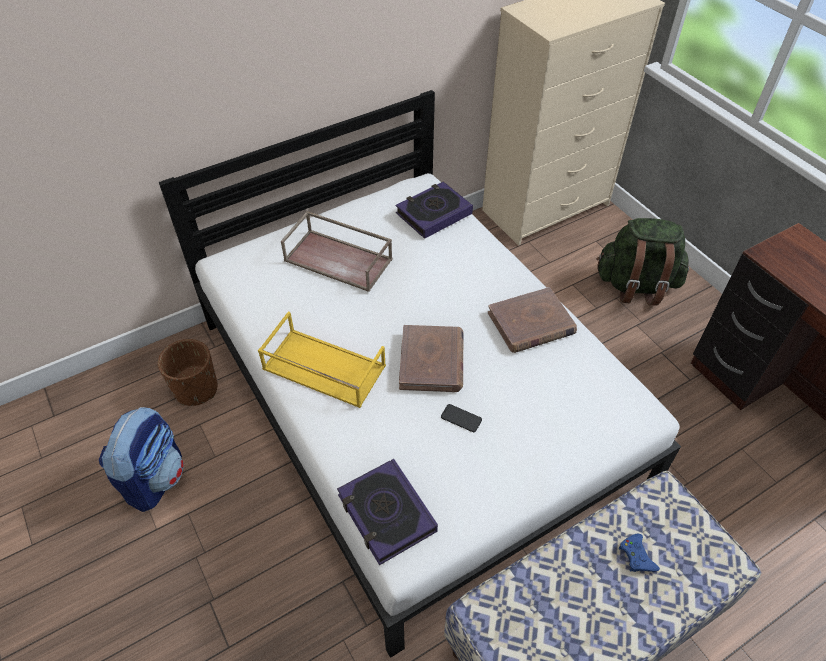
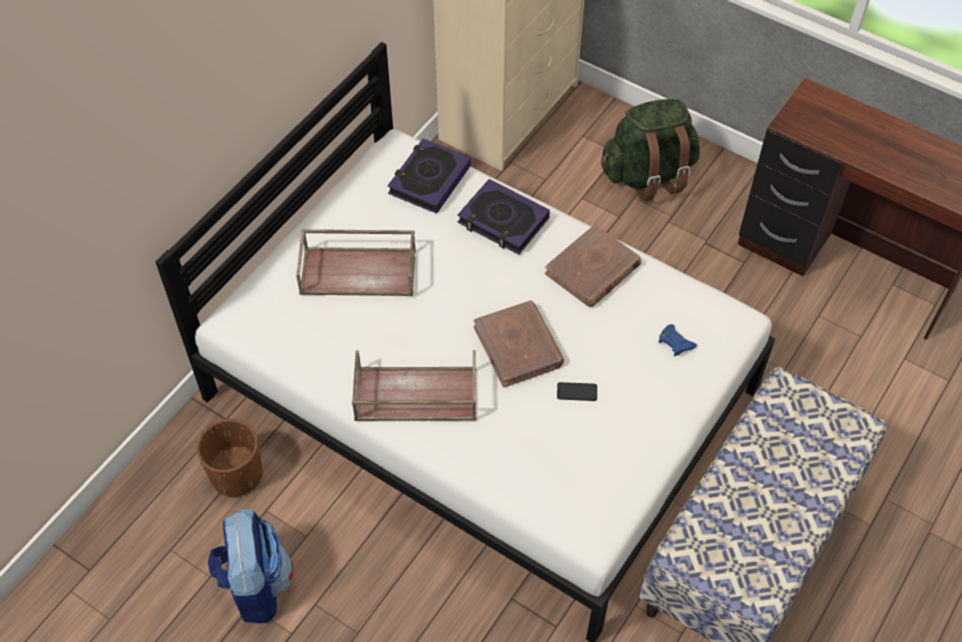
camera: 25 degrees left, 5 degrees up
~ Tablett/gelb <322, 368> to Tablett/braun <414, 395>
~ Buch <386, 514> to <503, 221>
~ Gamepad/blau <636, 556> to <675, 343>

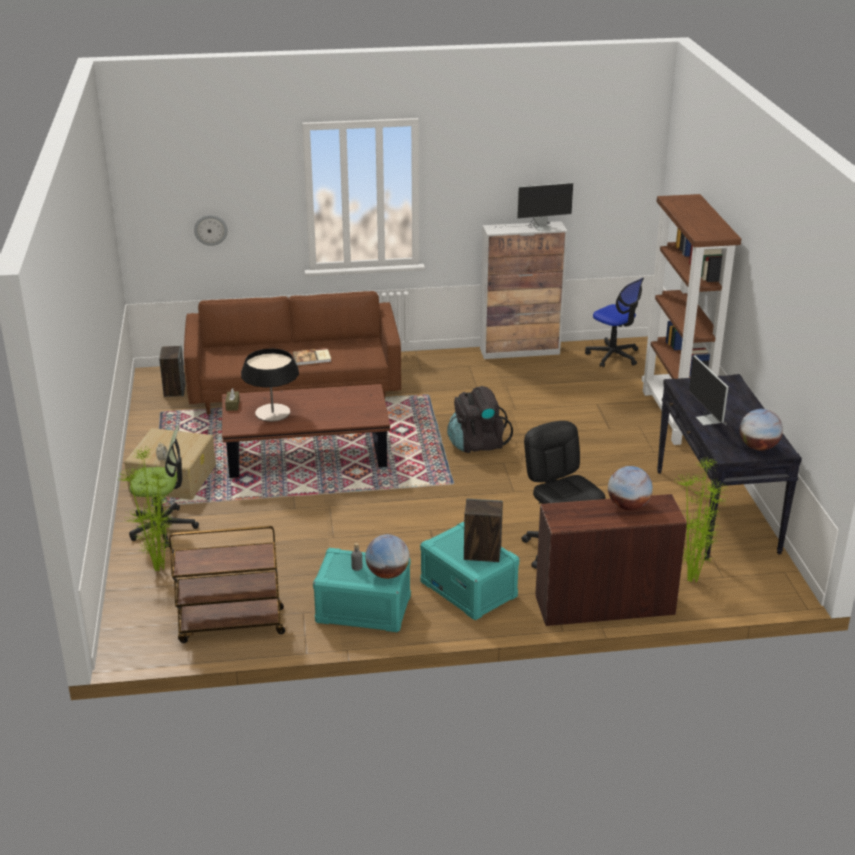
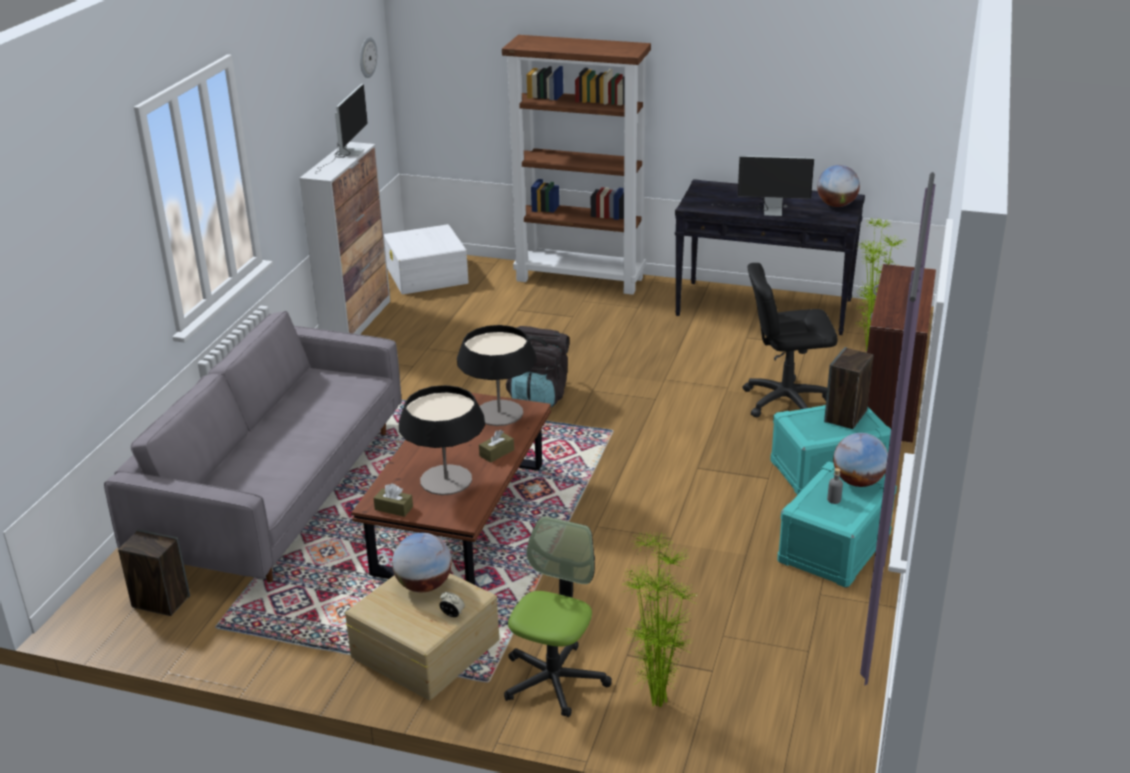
camera: 65 degrees left, 0 degrees up
~ Sofa/braun <294, 389> to Sofa/grau <276, 493>
~ Wanduhr <210, 229> to <367, 57>
~ Bürostuhl <613, 356> to Aufbewahrungsbox/weiß <427, 275>
~ Globus <628, 506> to <424, 585>
+ Tischlampe <499, 413>
+ Taschentuchbox/braun <496, 453>
- Rollwagen/braun <230, 626>
- Buch <312, 358>

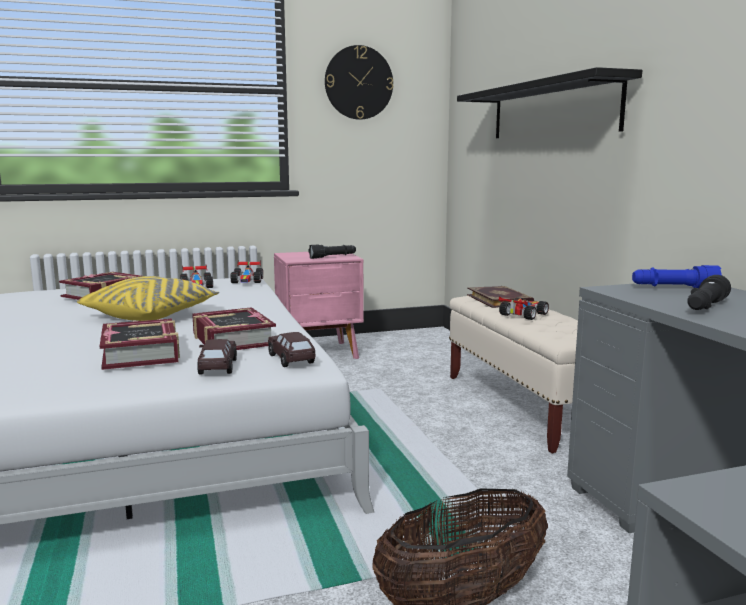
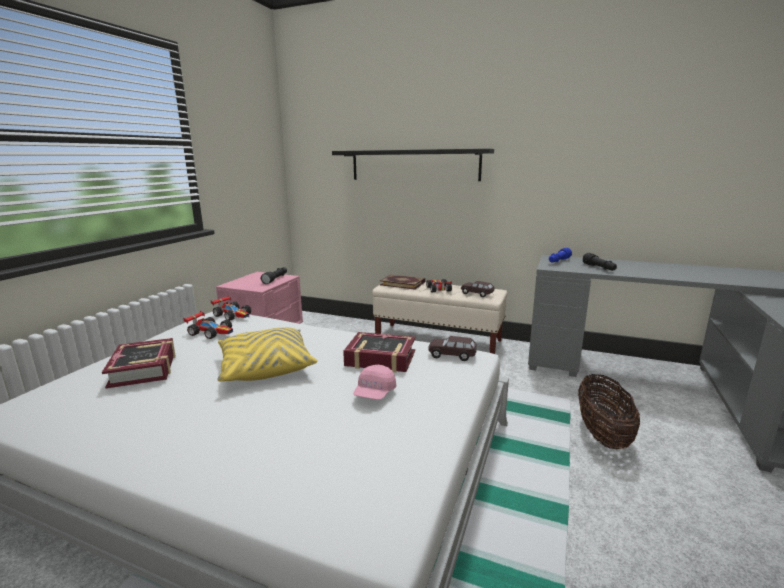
camera: 50 degrees left, 5 degrees up
~ Buch <141, 353> to Kappe/rosa <374, 393>
~ Spielzeugauto/braun <218, 367> to <477, 294>
- Wanduhr <358, 83>

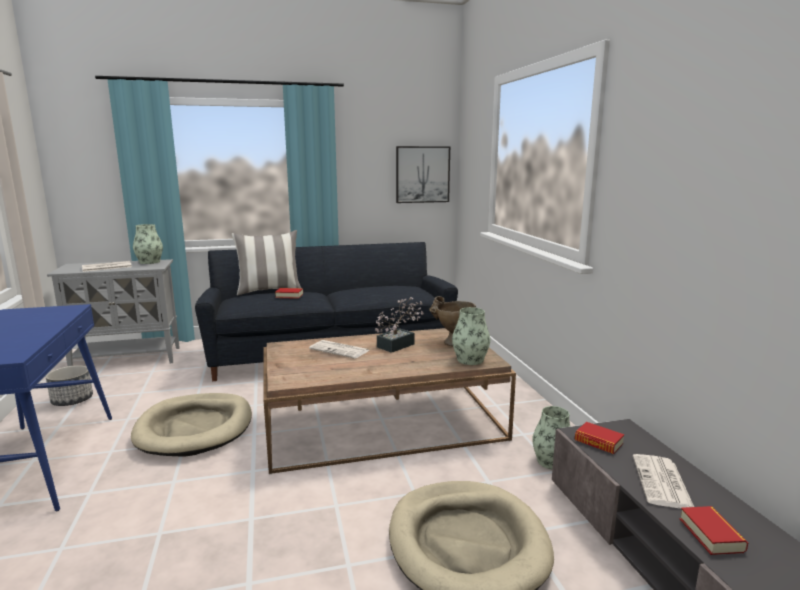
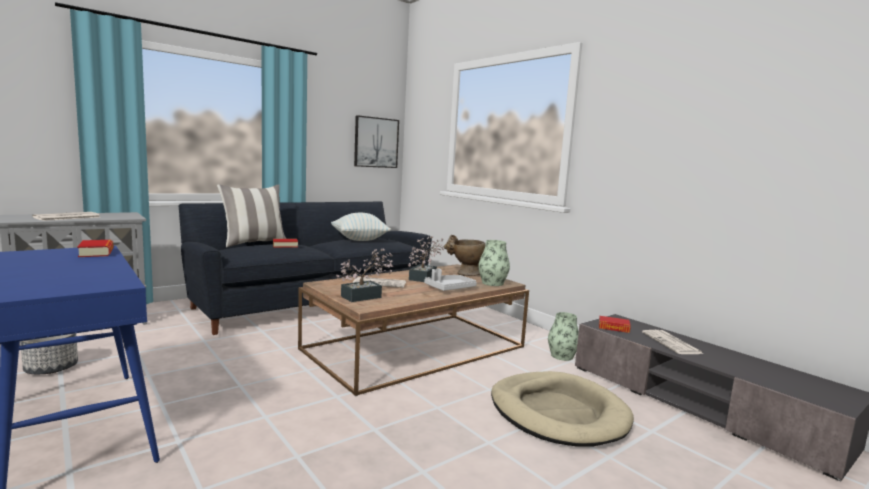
camera: 25 degrees left, 5 degrees down
~ Buch <711, 535> to <96, 253>
+ Kissen <359, 239>
+ Topfpflanze <365, 296>
+ Tablett/grau <449, 288>
- Hundebett/beige <195, 428>
- Vase <149, 262>

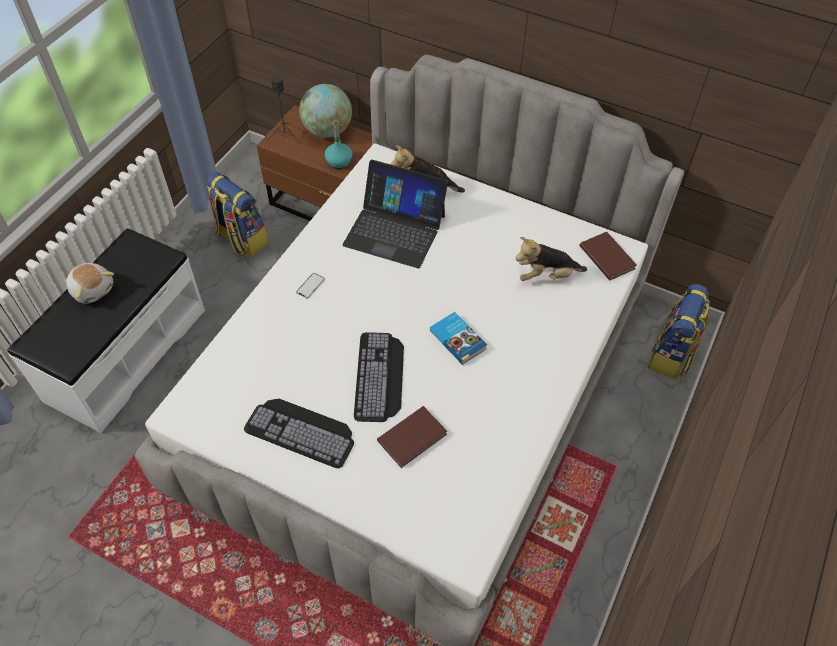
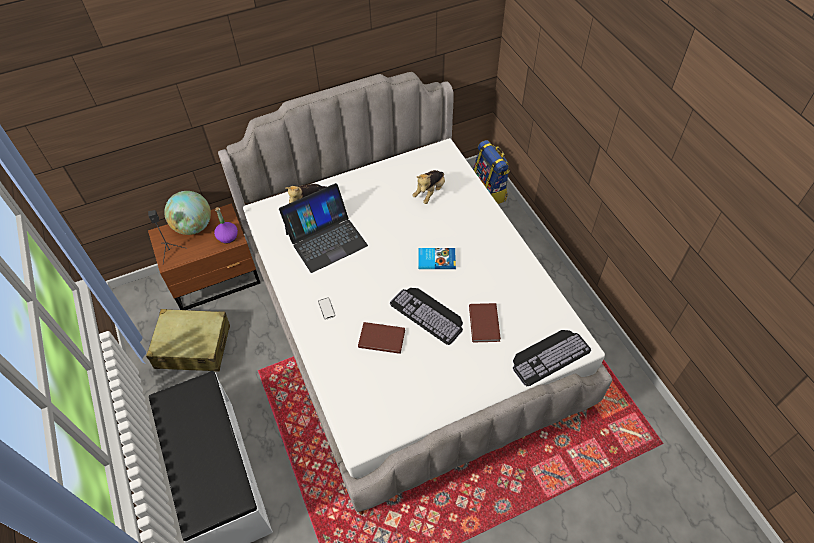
camera: 50 degrees left, 0 degrees up
~ Rucksack <241, 239> to Koffer/beige <193, 347>
~ Flasche/türkis <339, 162> to Flasche/lila <227, 237>
~ Buch/braun <607, 256> to <381, 338>
~ Tastatur <303, 430> to <549, 355>
- Plüschtier <93, 289>

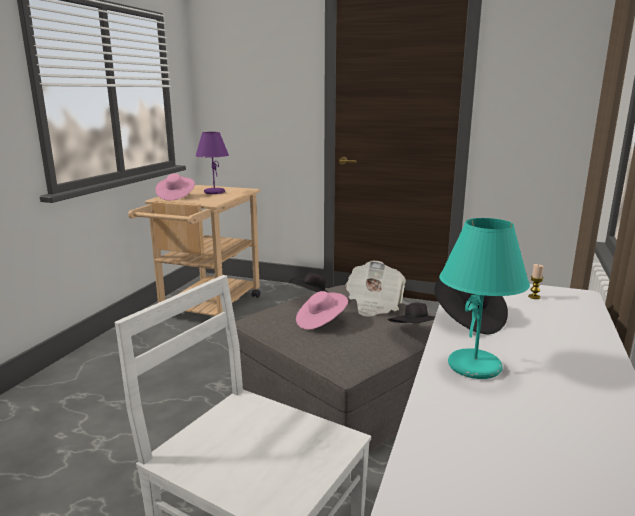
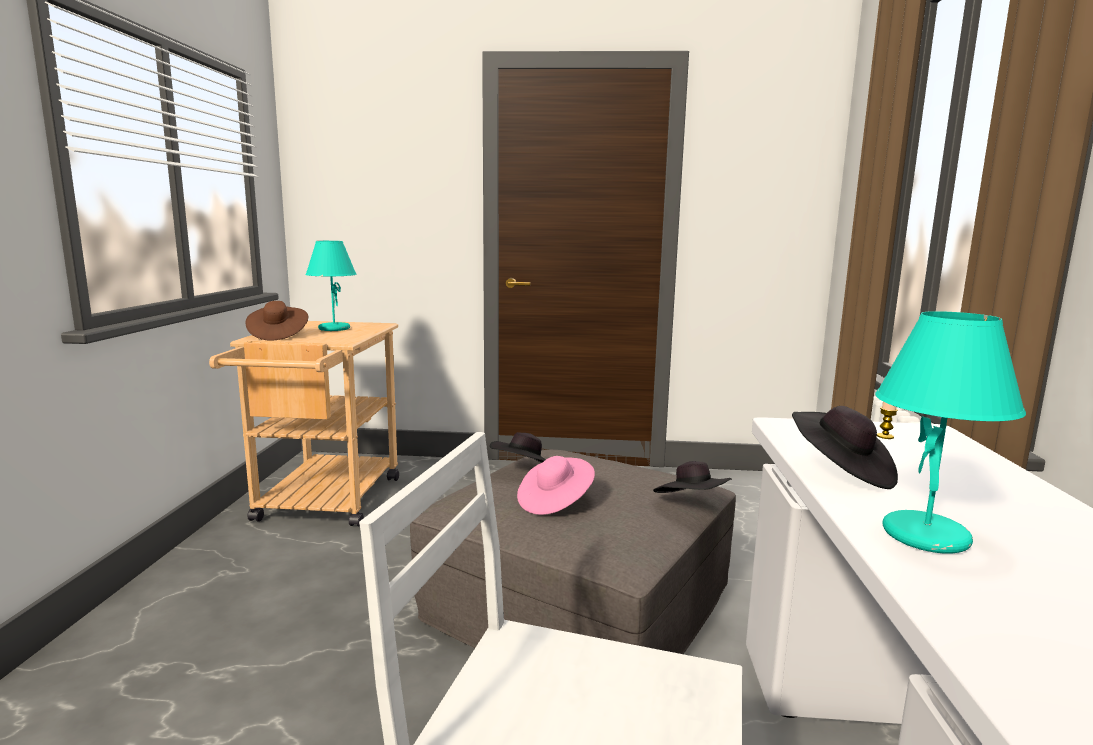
camera: 15 degrees left, 5 degrees down
~ Hut/rosa <175, 197> to Hut/braun <278, 335>
~ Tischlampe/lila <214, 192> to Tischlampe/türkis <333, 329>
- Zeitung <374, 304>

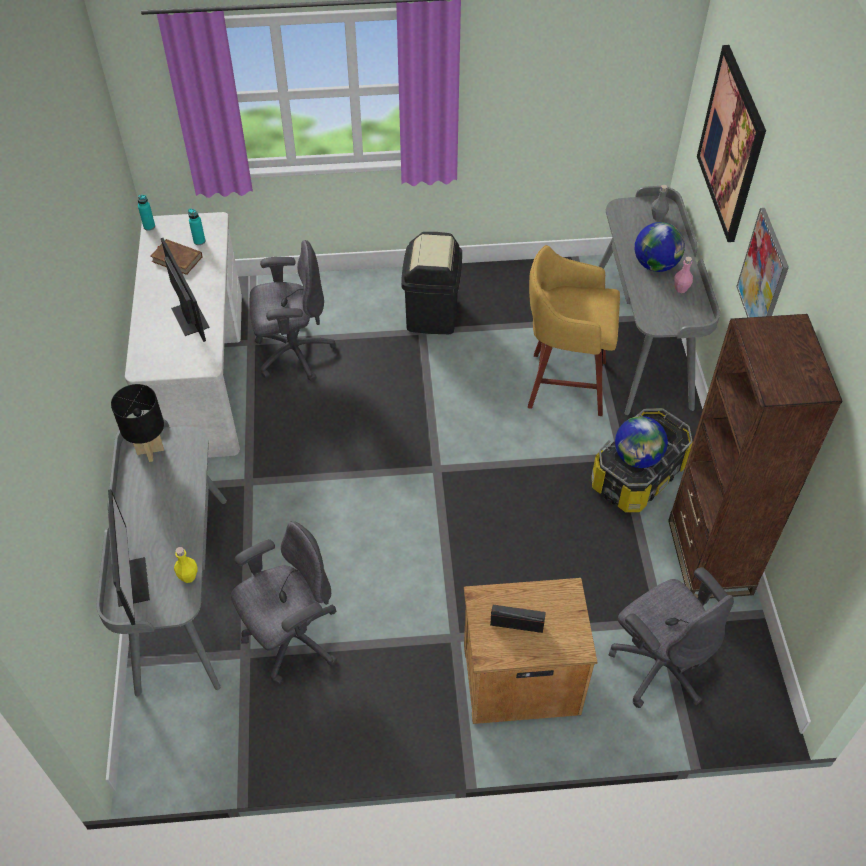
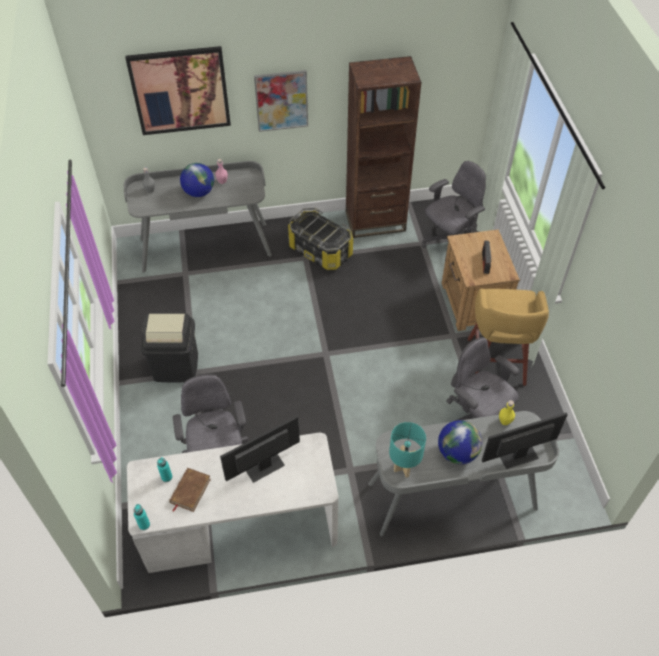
camera: 95 degrees left, 0 degrees up
~ Tischlampe/schwarz <149, 451> to Tischlampe/türkis <404, 468>
~ Globus <637, 457> to <457, 452>
~ Hocker/gelb <563, 383> to <496, 363>

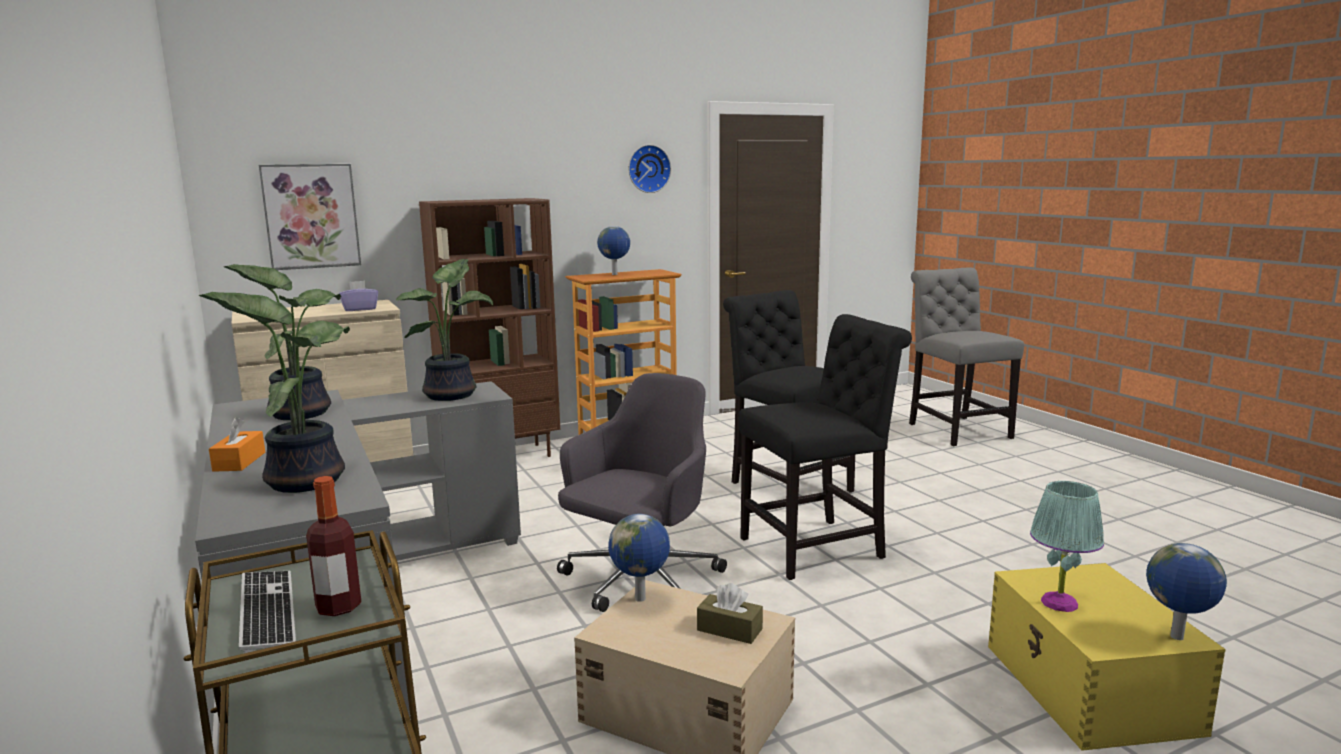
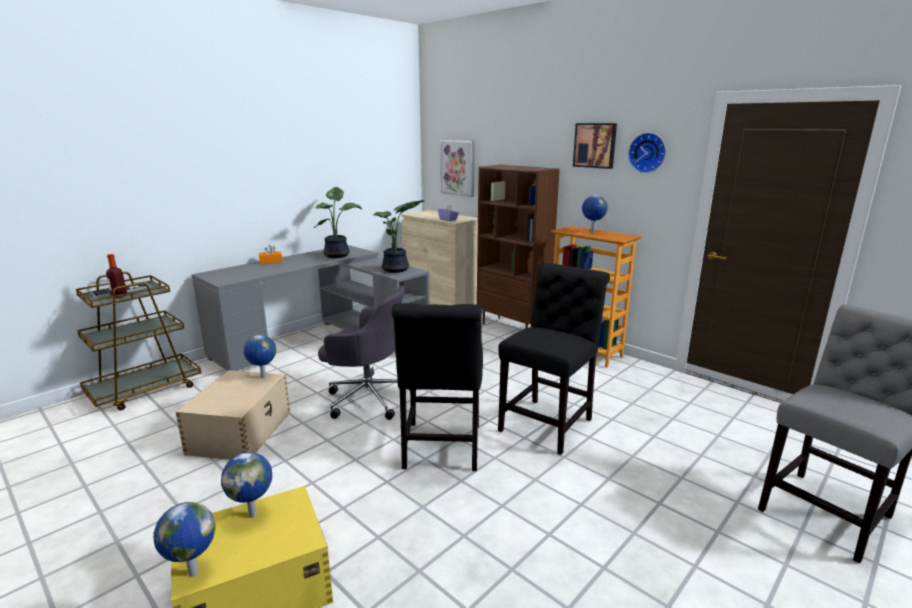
camera: 70 degrees right, 5 degrees up
~ Tischlampe/türkis <1058, 602> to Globus <253, 514>
~ Stuhl/schwarz <818, 547> = <441, 449> 45 degrees clockwise
+ Bild <595, 145>
- Topfpflanze <304, 480>
- Taschentuchbox/braun <729, 629>

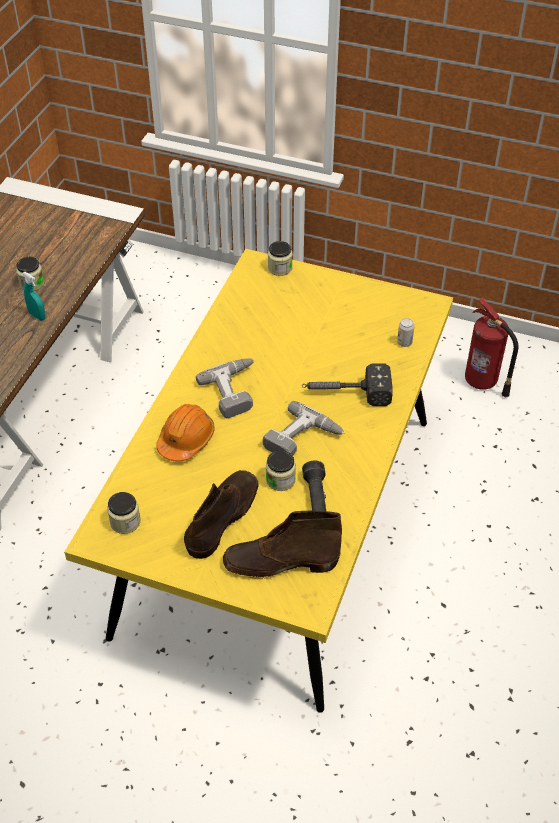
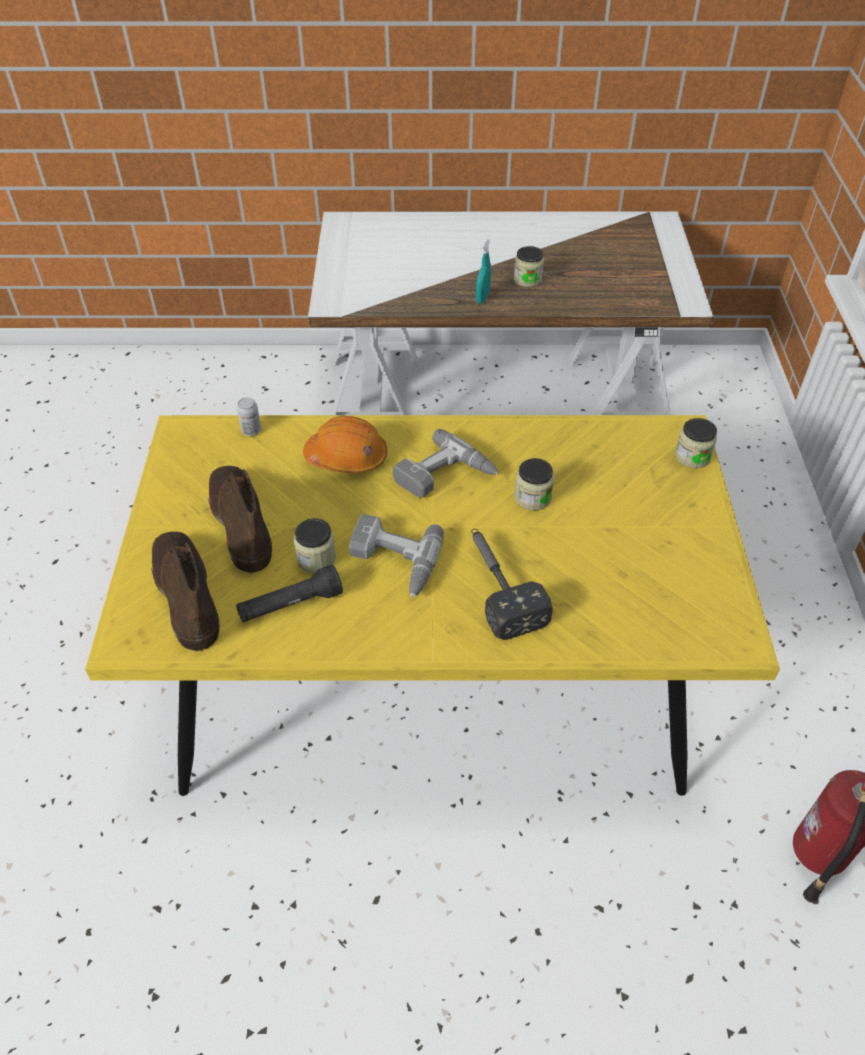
camera: 70 degrees right, 0 degrees up
~ Stiefel/braun <223, 517> = <240, 522> 120 degrees counterclockwise
~ Dose <404, 342> to <251, 431>
~ Vorratsglas <125, 522> to <532, 497>

